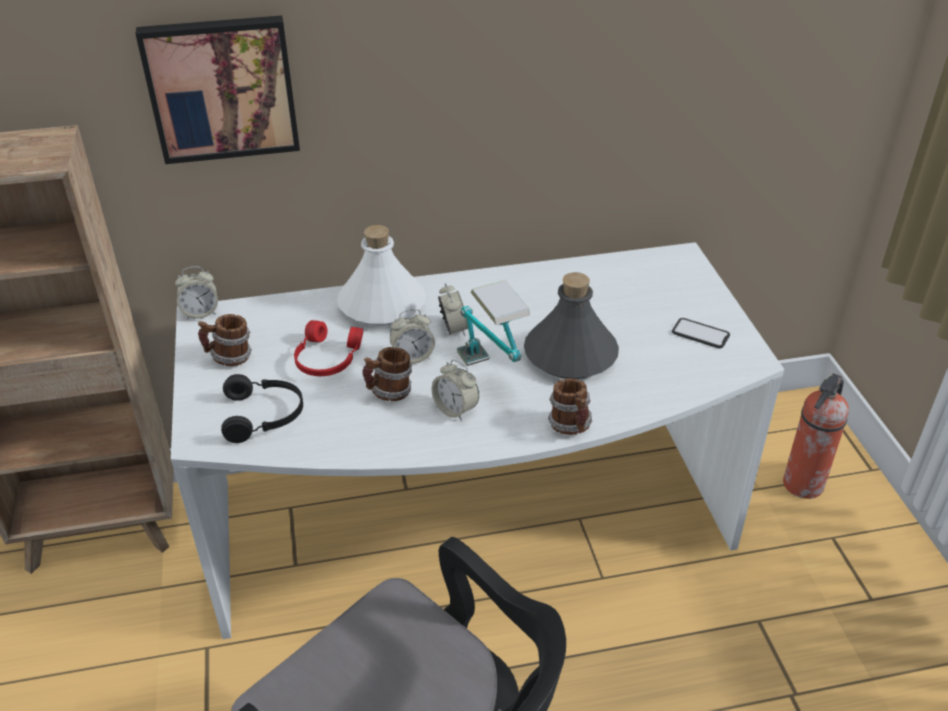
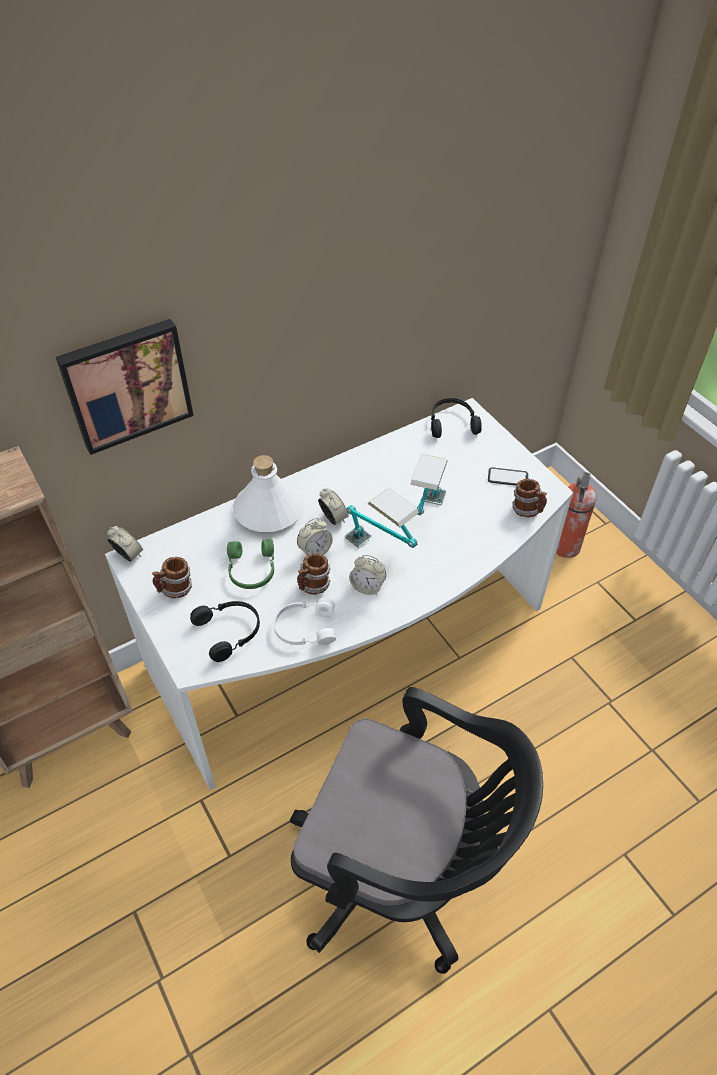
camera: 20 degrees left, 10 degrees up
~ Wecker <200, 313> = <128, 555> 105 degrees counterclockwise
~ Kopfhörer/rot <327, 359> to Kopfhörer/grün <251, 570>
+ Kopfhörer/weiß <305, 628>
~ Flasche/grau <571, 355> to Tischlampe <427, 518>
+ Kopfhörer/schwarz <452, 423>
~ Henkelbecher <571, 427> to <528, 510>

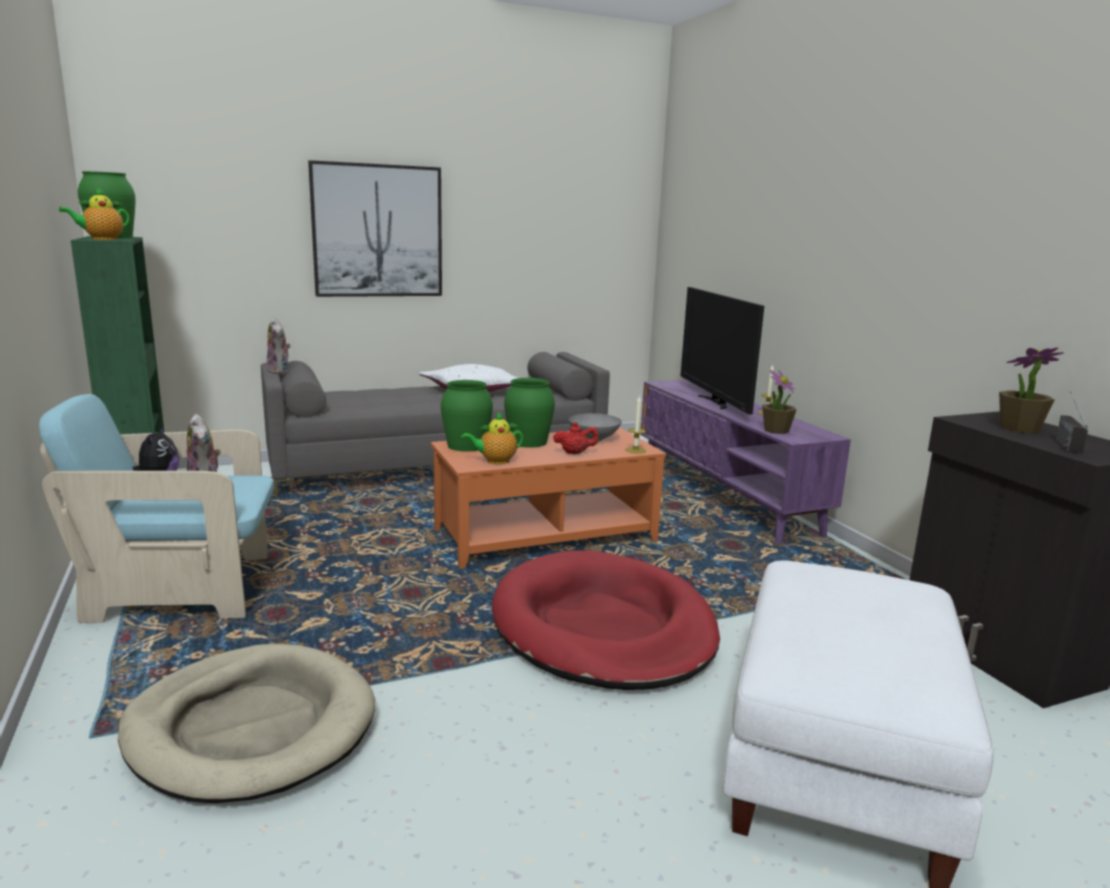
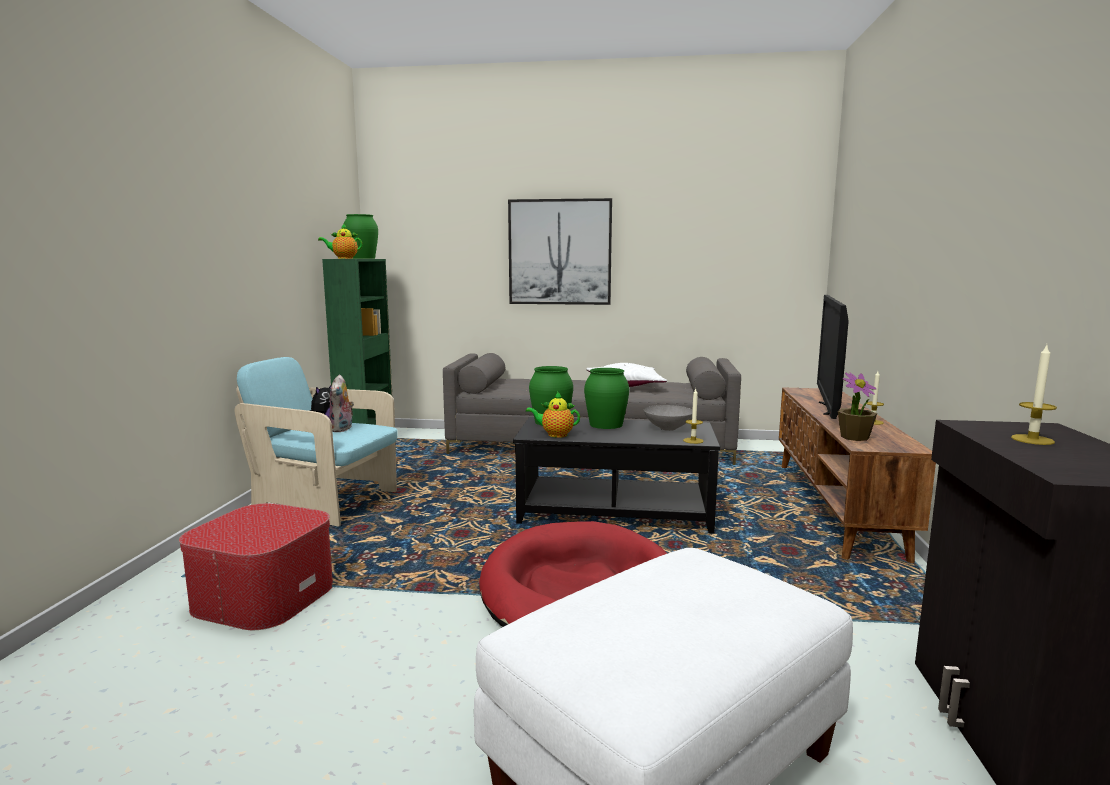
camera: 30 degrees right, 5 degrees down
~ Hundebett/beige <251, 728> to Polsterhocker <264, 595>
~ Couchtisch/orange <544, 535> to Couchtisch/schwarz <615, 511>
~ Fernsehschrank/lila <726, 495> to Fernsehschrank/braun <836, 507>
~ Topfpflanze <1019, 429> to Kerze <1032, 439>
- Plüschtier <280, 371>
- Teekanne/rot <575, 453>
- Radio <1063, 442>

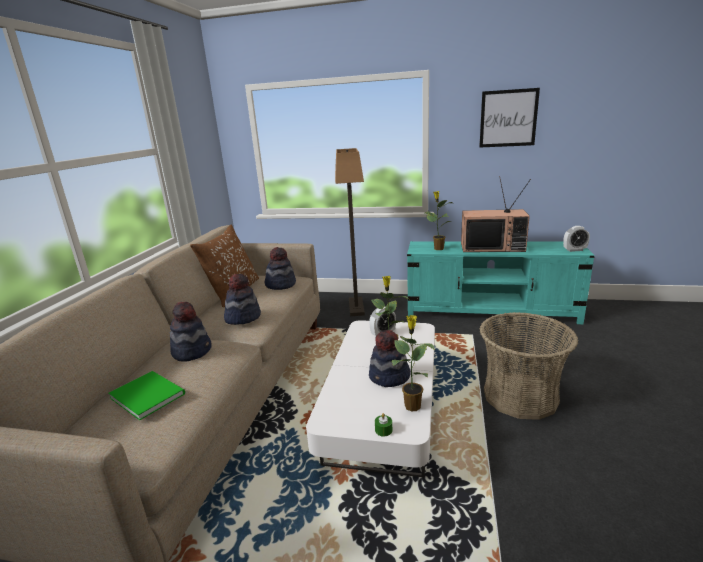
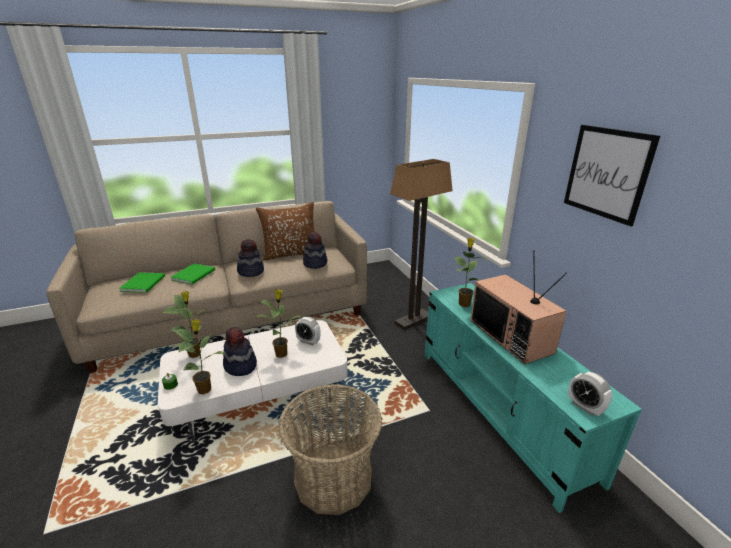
camera: 55 degrees right, 5 degrees up
+ Topfpflanze <195, 354>
~ Hut <192, 351> to Buch/grün <195, 274>

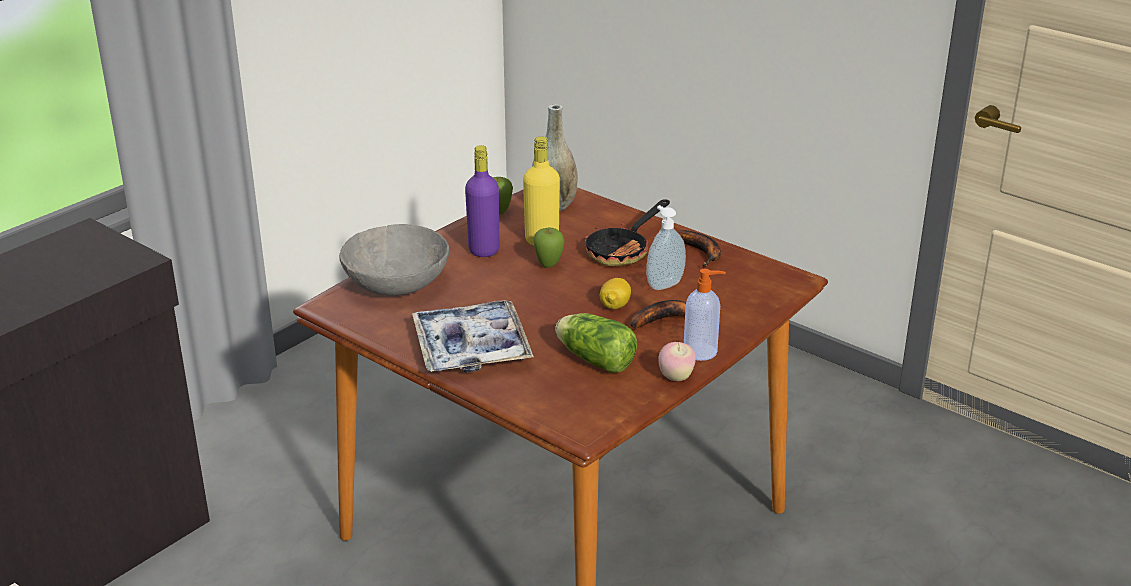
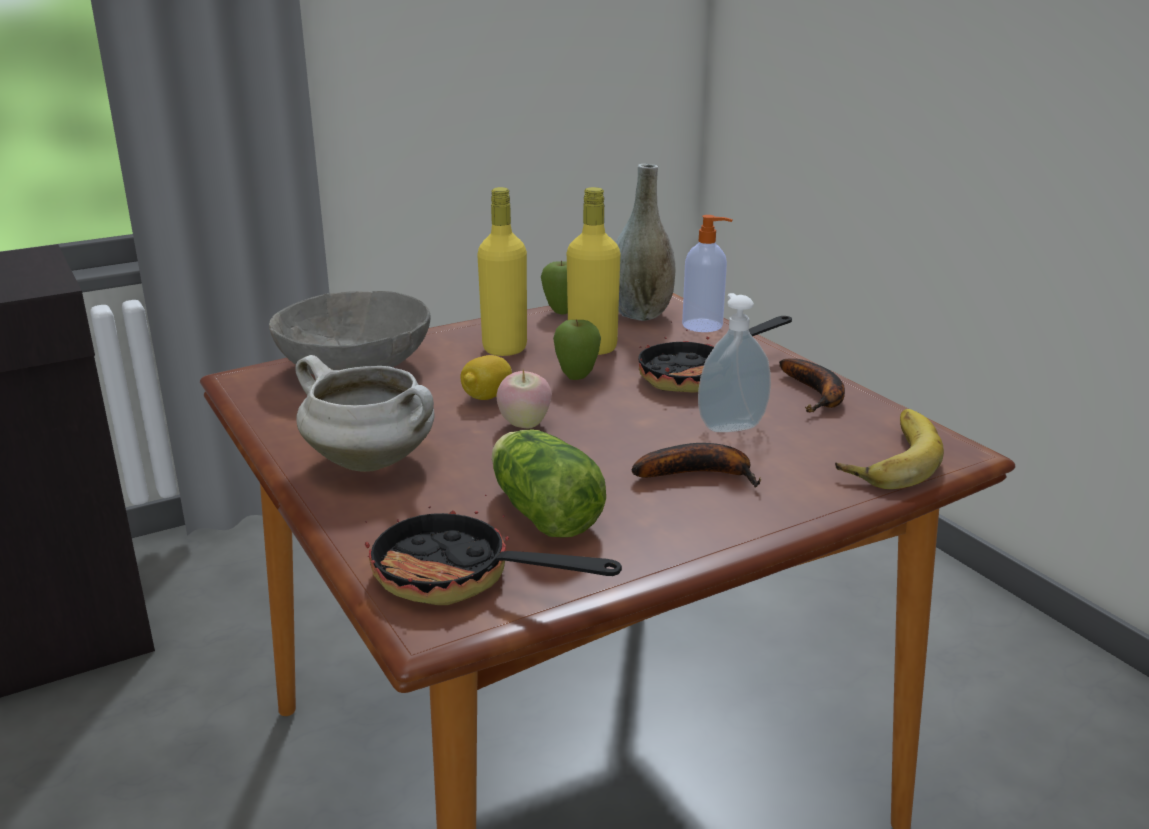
camera: 20 degrees right, 5 degrees down
~ Tablett <471, 348> to Kochtopf/weiß <373, 462>
+ Pfanne <460, 579>
~ Zitrone <615, 306> to <487, 397>
~ Flasche/lila <484, 250> to Flasche/gelb <504, 348>
~ Apfel <676, 377> to <524, 424>
~ Seifenspender <701, 352> to <704, 326>
+ Banane <886, 457>

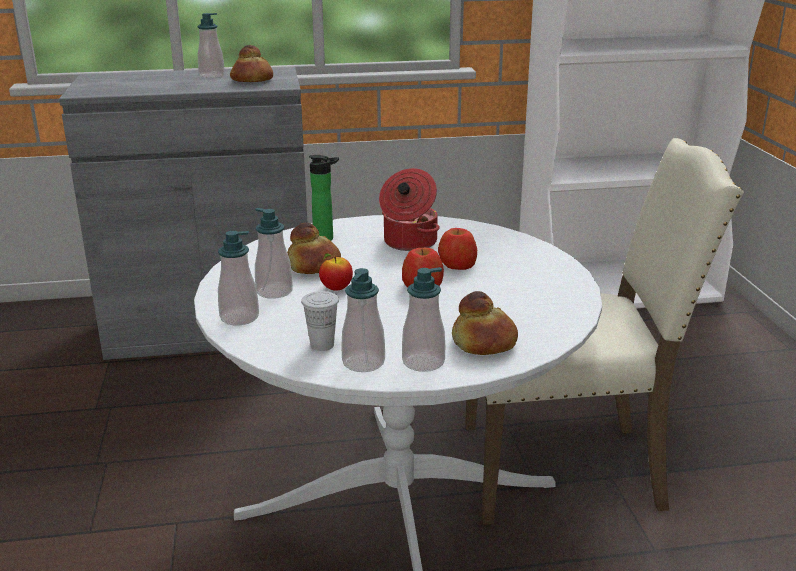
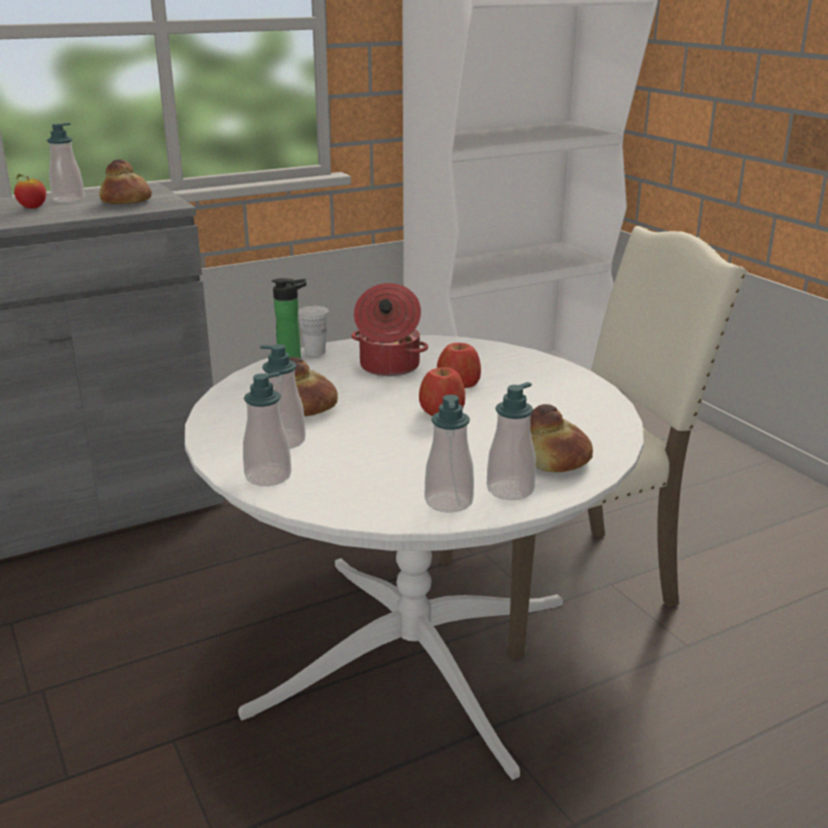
camera: 20 degrees left, 0 degrees up
~ Apfel <336, 289> to <32, 208>
~ Tasse/weiß <322, 345> to <315, 352>

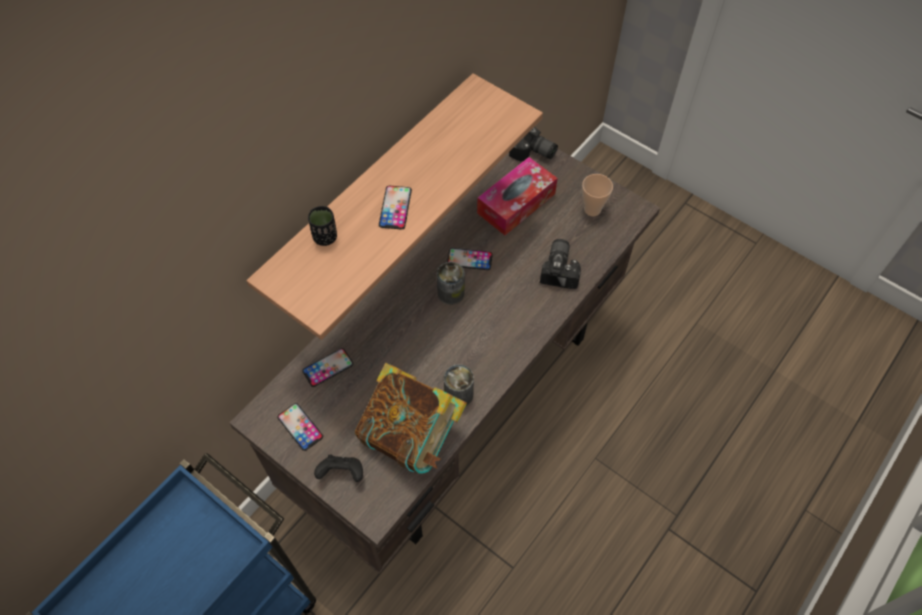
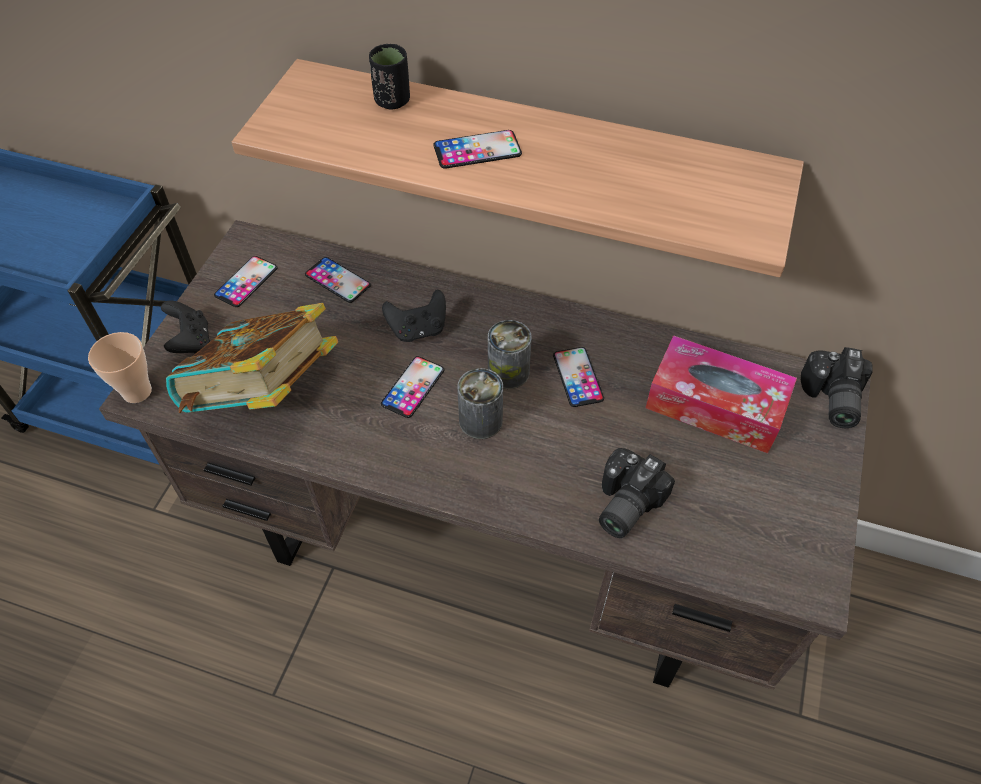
camera: 70 degrees right, 5 degrees down
~ Tasse <592, 209> to <137, 391>
+ Handy <413, 387>
+ Gamepad/schwarz <418, 330>
~ Dose <458, 394> to <480, 420>
~ Kamera <561, 269> = <622, 503> 135 degrees clockwise

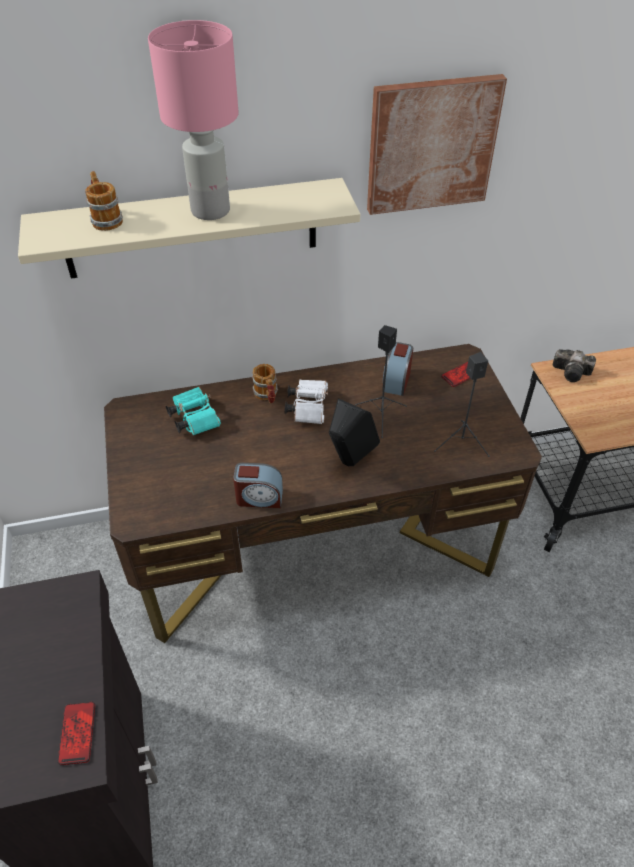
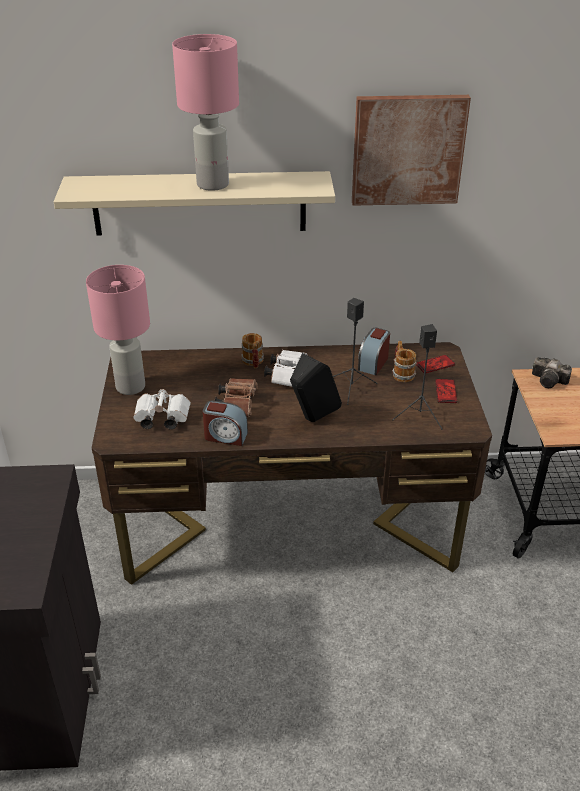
camera: 10 degrees right, 10 degrees down
+ Tischlampe/rosa <130, 387>
+ Fernglas/weiß <160, 419>
+ Fernglas/braun <237, 404>
~ Henkelbecher <105, 219> to <401, 373>
~ Handy <77, 733> to <446, 391>
- Fernglas/türkis <193, 418>

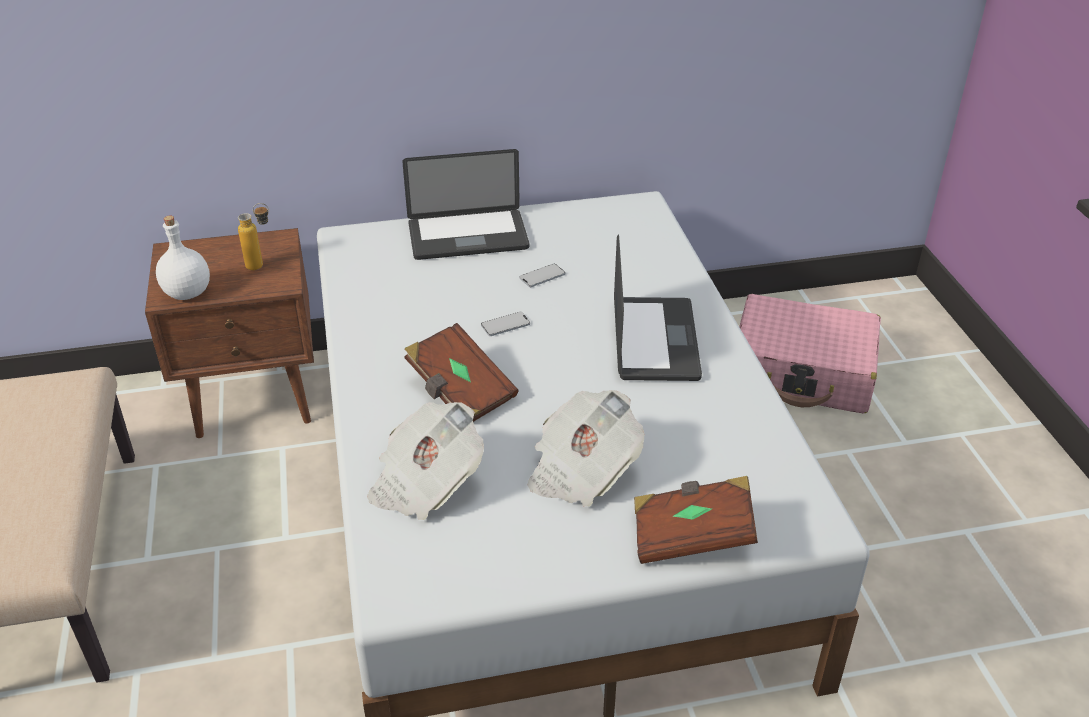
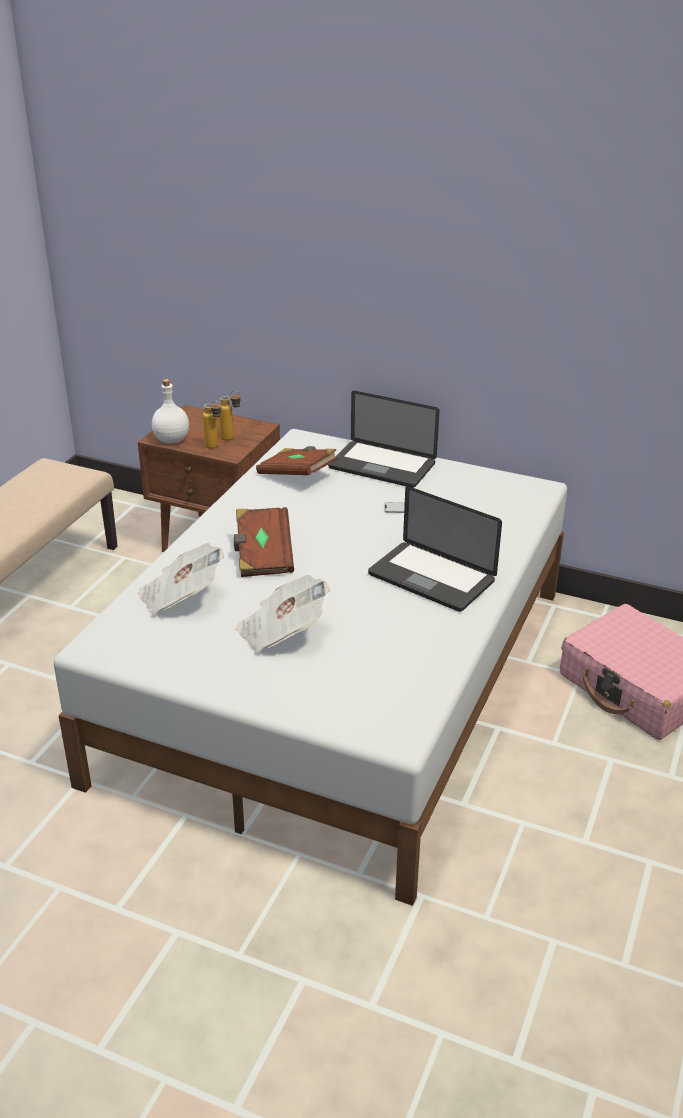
camera: 35 degrees right, 5 degrees down
+ Flasche <214, 448>
~ Buch/braun <691, 536> to <297, 475>
~ Laptop <655, 341> = <431, 578> 90 degrees clockwise
- Handy <505, 325>

